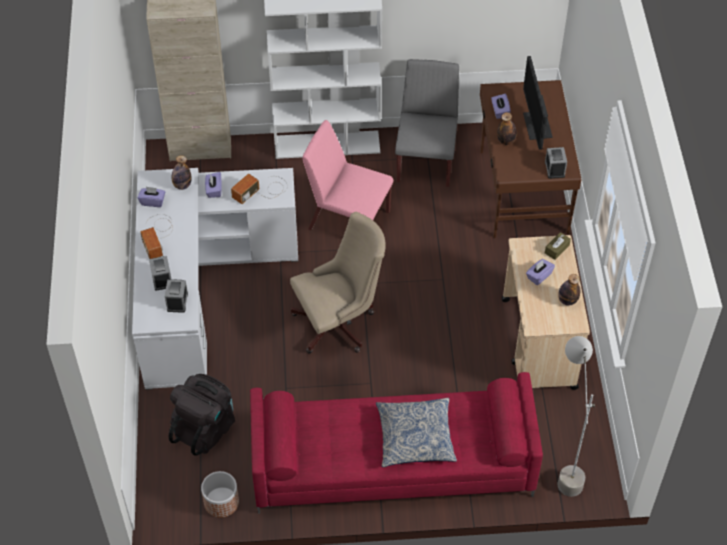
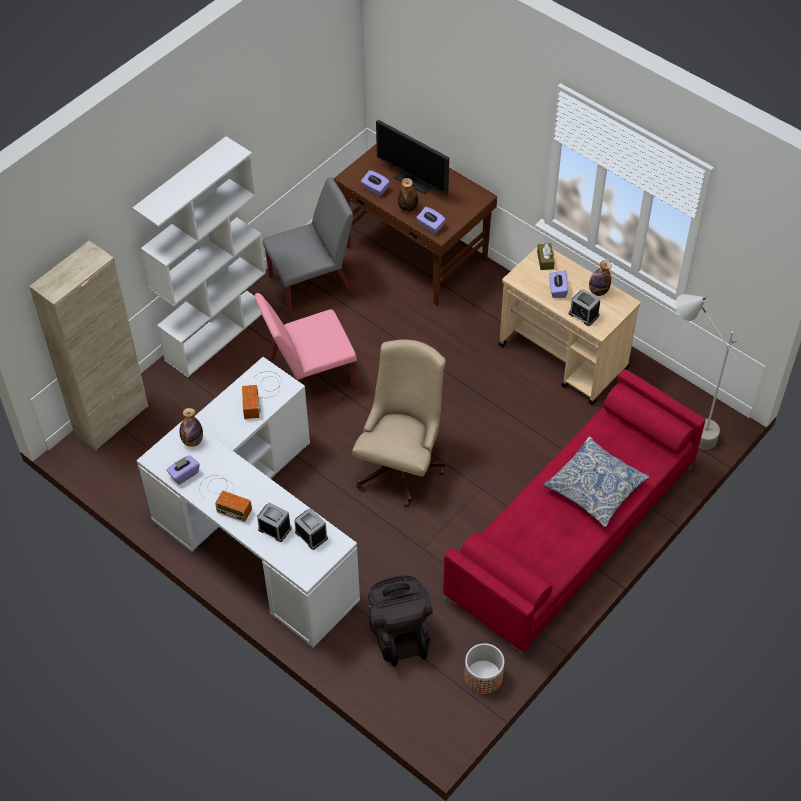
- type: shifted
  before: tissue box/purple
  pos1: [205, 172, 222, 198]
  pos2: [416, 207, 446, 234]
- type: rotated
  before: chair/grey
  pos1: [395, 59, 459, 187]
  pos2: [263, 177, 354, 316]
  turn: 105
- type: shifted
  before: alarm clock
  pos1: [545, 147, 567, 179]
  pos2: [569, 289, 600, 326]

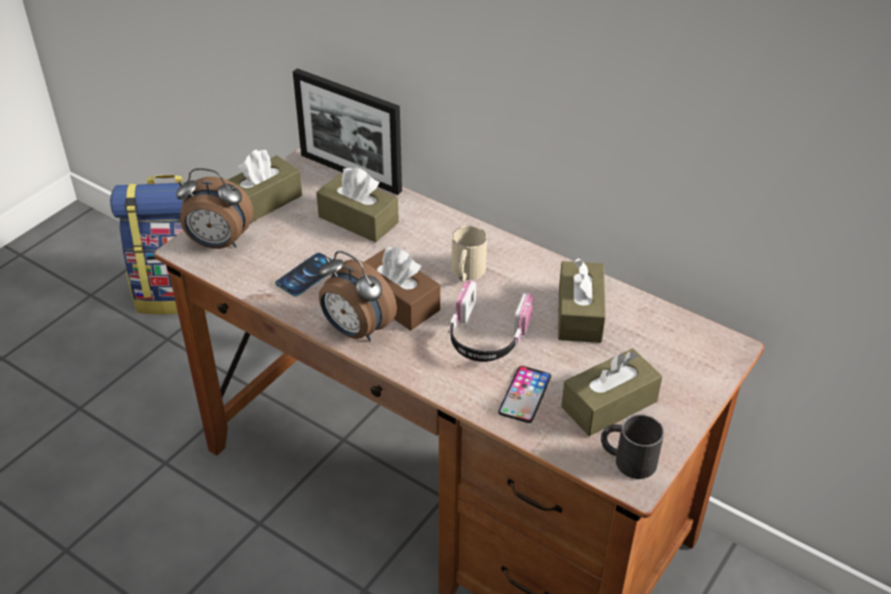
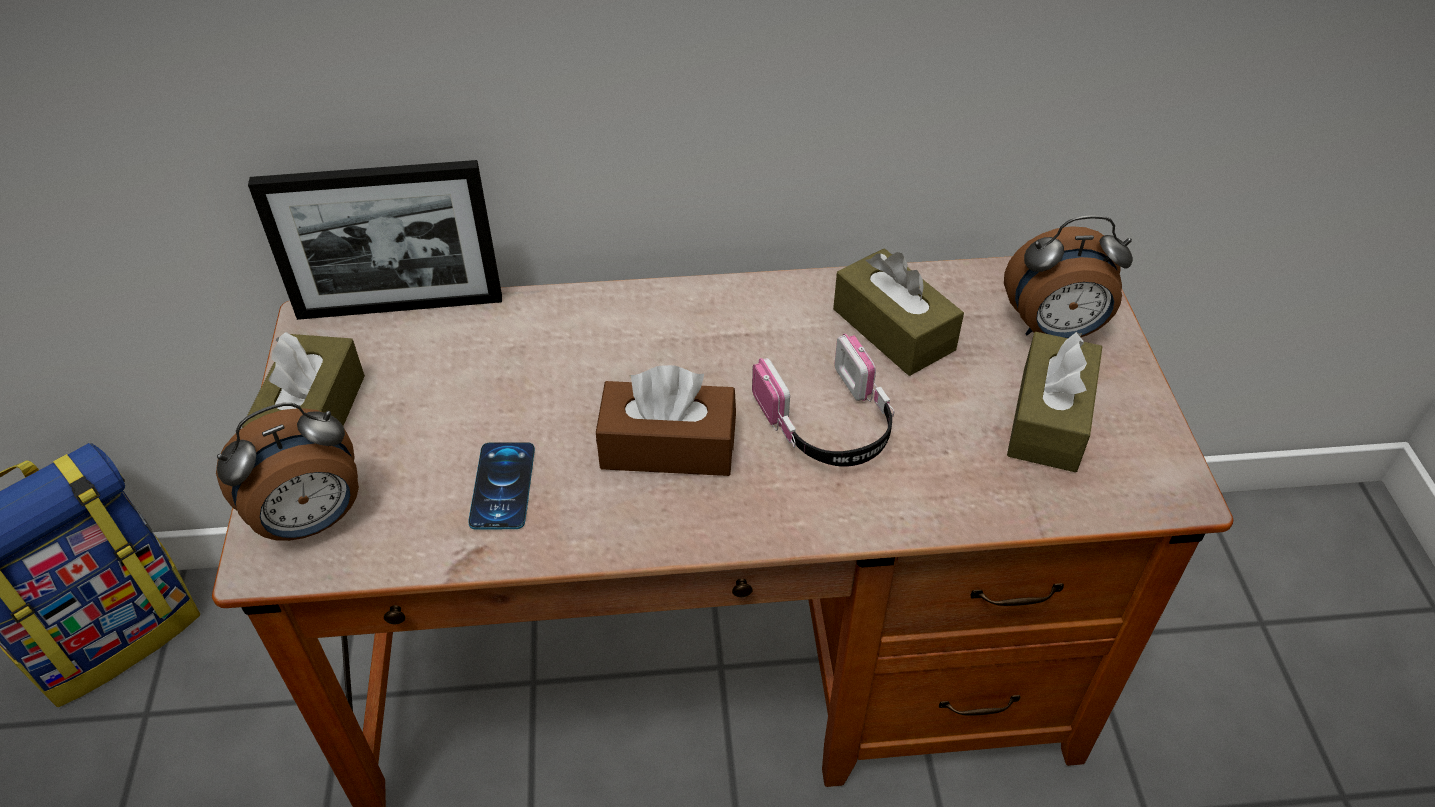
- type: gone
  before: tissue box/brown
  pos1: [316, 167, 399, 242]
- type: shifted
  before: alarm clock
  pos1: [319, 251, 397, 341]
  pos2: [1004, 215, 1133, 338]
- type: gone
  before: mug/beige
  pos1: [452, 226, 487, 281]
- type: gone
  before: phone
  pos1: [498, 366, 551, 423]
- type: gone
  before: mug/black
  pos1: [601, 414, 664, 479]

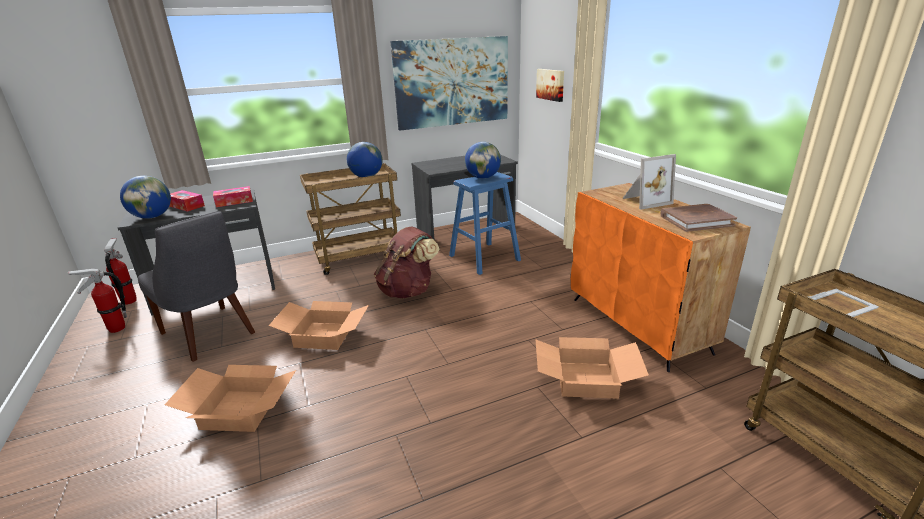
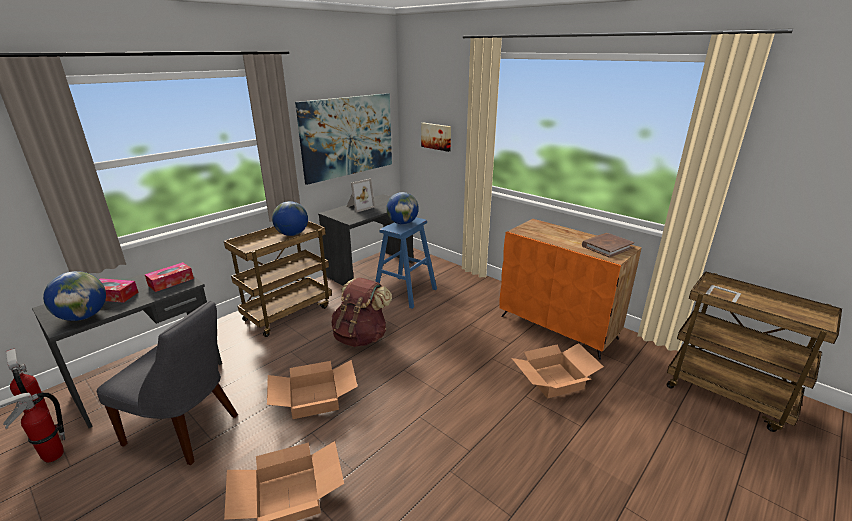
- type: shifted
  before: picture frame
  pos1: [623, 154, 676, 210]
  pos2: [346, 179, 375, 213]

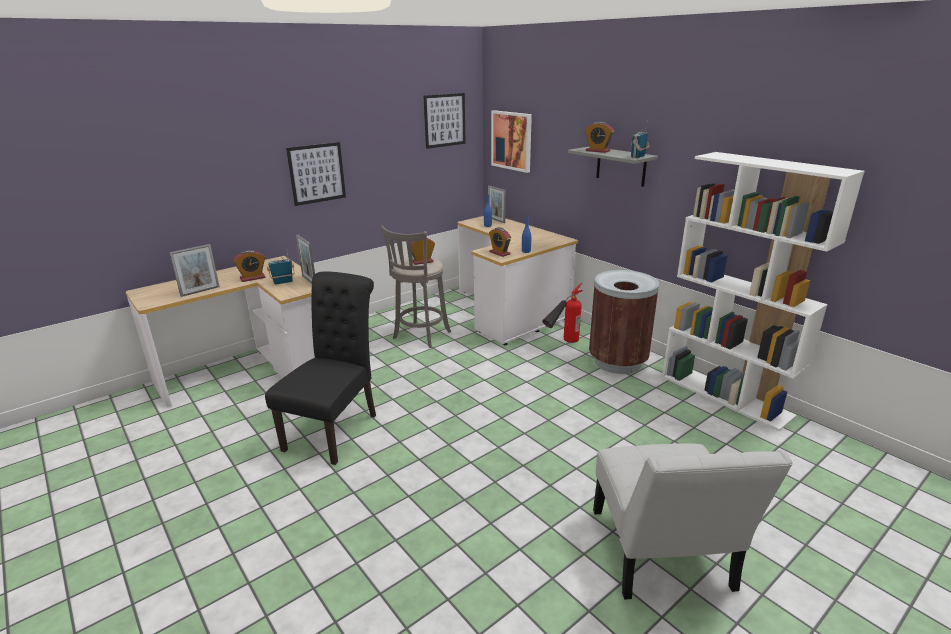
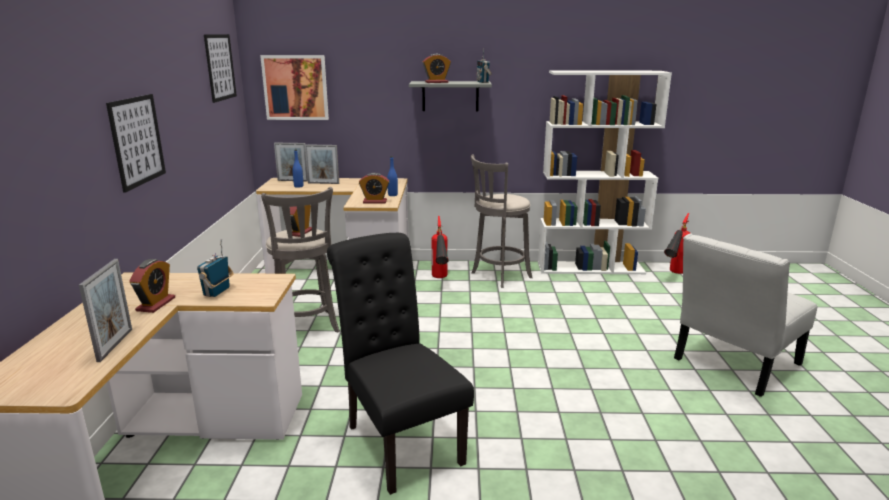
- type: shifted
  before: picture frame
  pos1: [296, 234, 315, 284]
  pos2: [305, 144, 339, 184]
- type: swapped
  before: trash can/brown
  after: stool/grey
  pos1: [589, 270, 659, 374]
  pos2: [471, 154, 533, 288]
- type: rotated
  before: chair/white
  pos1: [593, 443, 793, 600]
  pos2: [674, 233, 818, 397]
  turn: 105
- type: new
  after: fire extinguisher
  pos2: [664, 213, 690, 274]

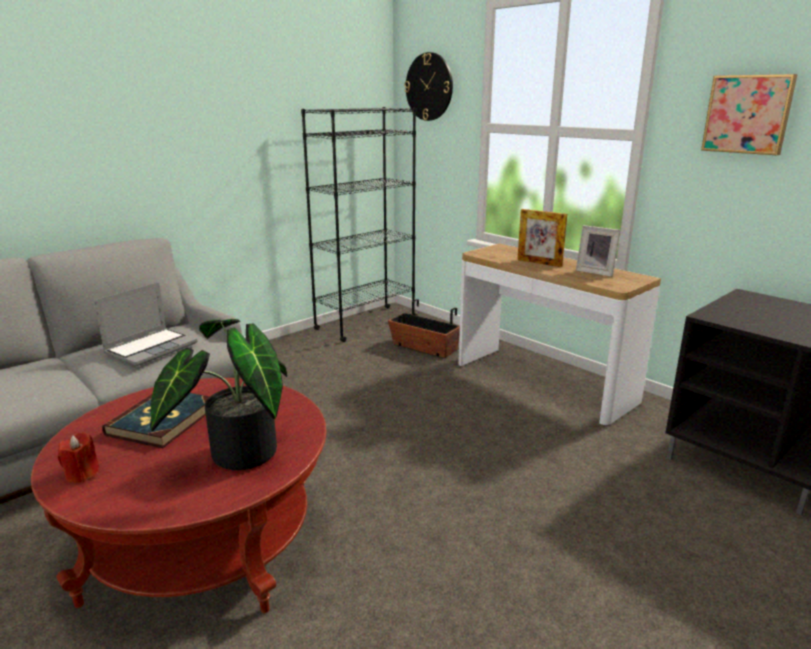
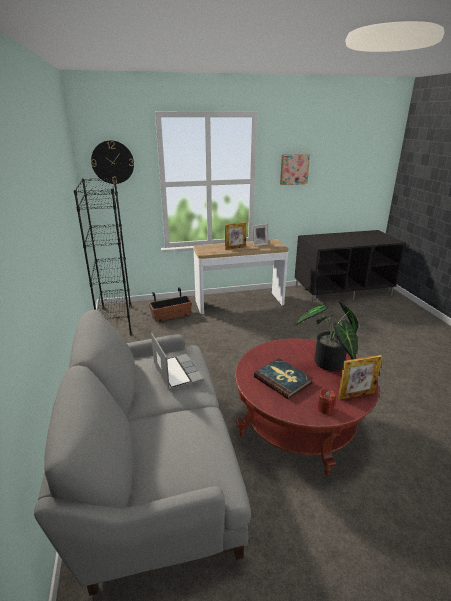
- type: new
  after: picture frame
  pos2: [338, 355, 383, 400]

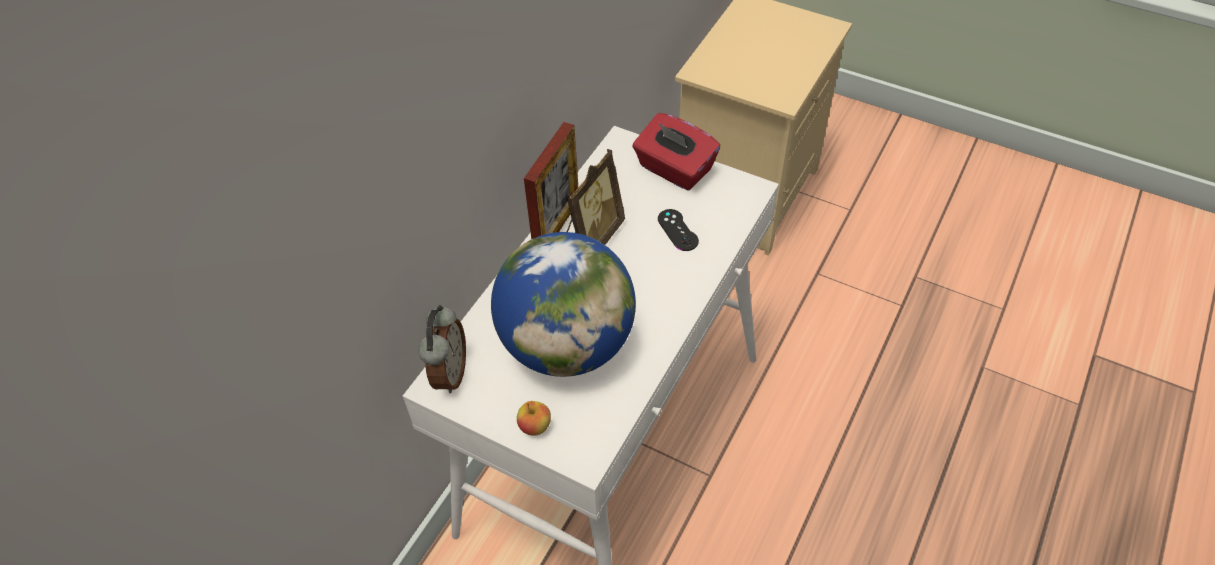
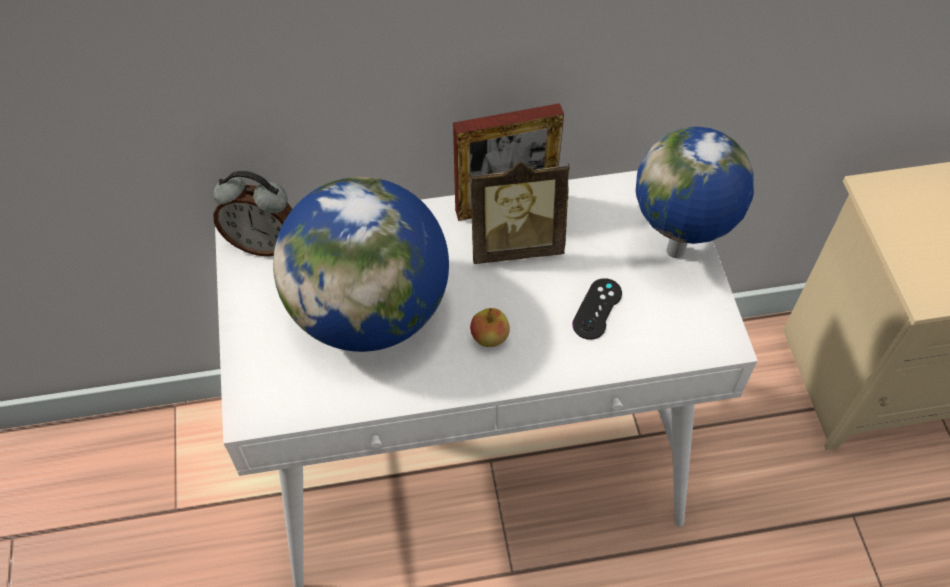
- type: rotated
  before: alarm clock
  pos1: [418, 305, 466, 393]
  pos2: [214, 171, 292, 257]
  turn: 45
- type: shifted
  before: apple
  pos1: [517, 401, 551, 436]
  pos2: [470, 308, 510, 347]
- type: swapped
  before: tissue box/red
  after: globe
  pos1: [632, 113, 720, 190]
  pos2: [636, 127, 754, 258]

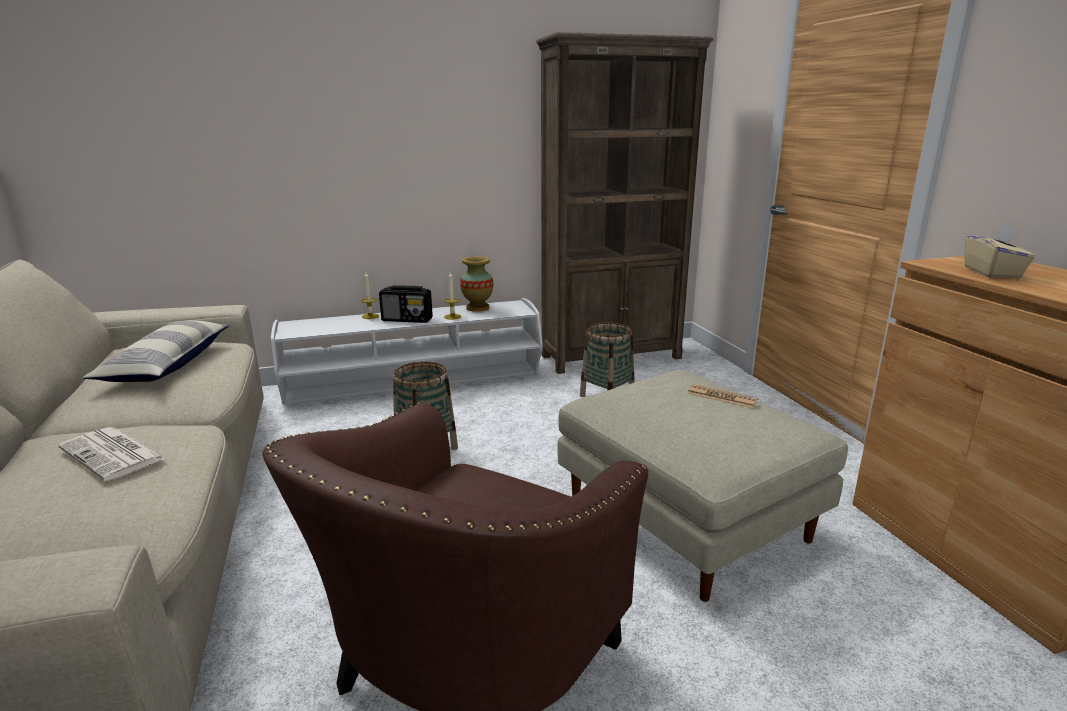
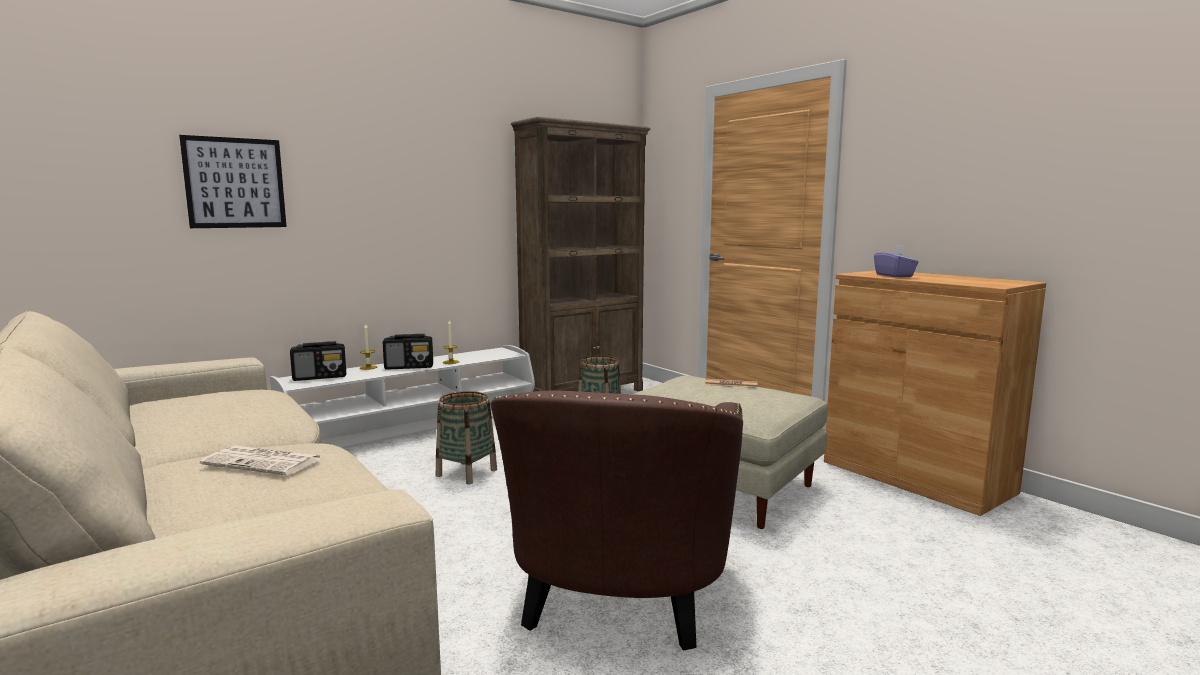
- type: gone
  before: pillow
  pos1: [83, 320, 229, 382]
- type: gone
  before: vase
  pos1: [460, 257, 493, 312]
- type: repainted
  before: tissue box/beige
  after: tissue box/purple
  pos1: [964, 225, 1035, 279]
  pos2: [874, 245, 919, 277]
- type: new
  after: picture
  pos2: [179, 135, 287, 228]
- type: new
  after: radio
  pos2: [290, 341, 346, 381]

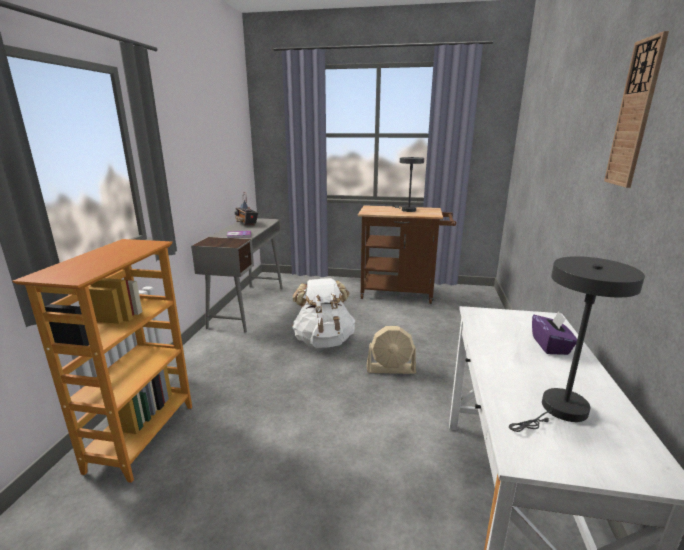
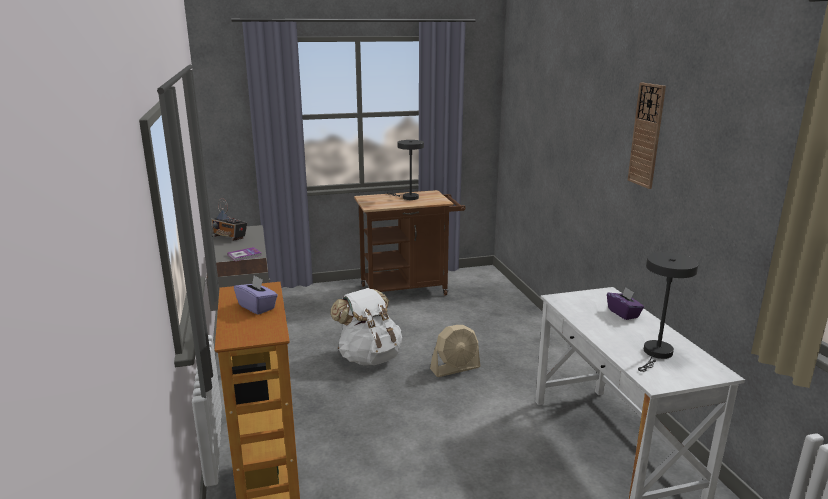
- type: new
  after: tissue box/purple
  pos2: [234, 275, 278, 315]

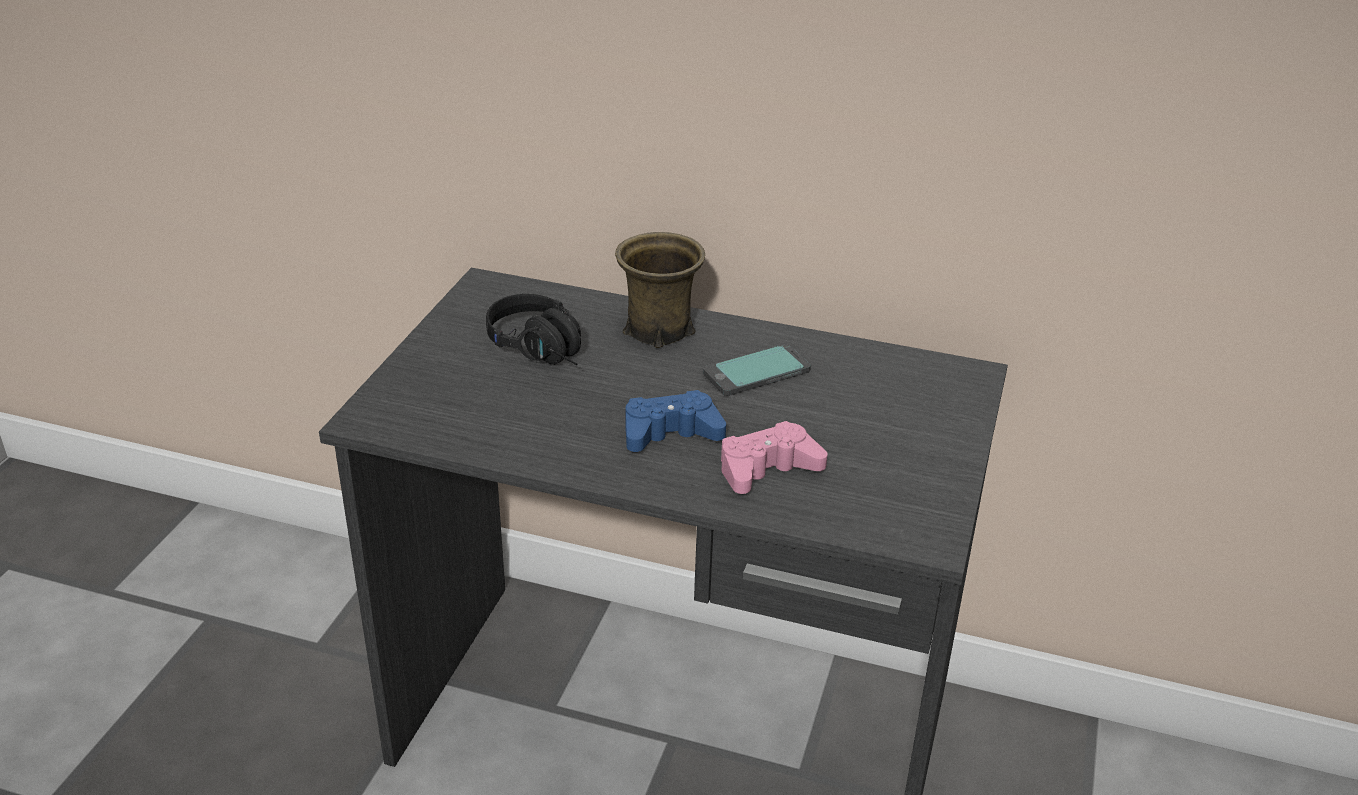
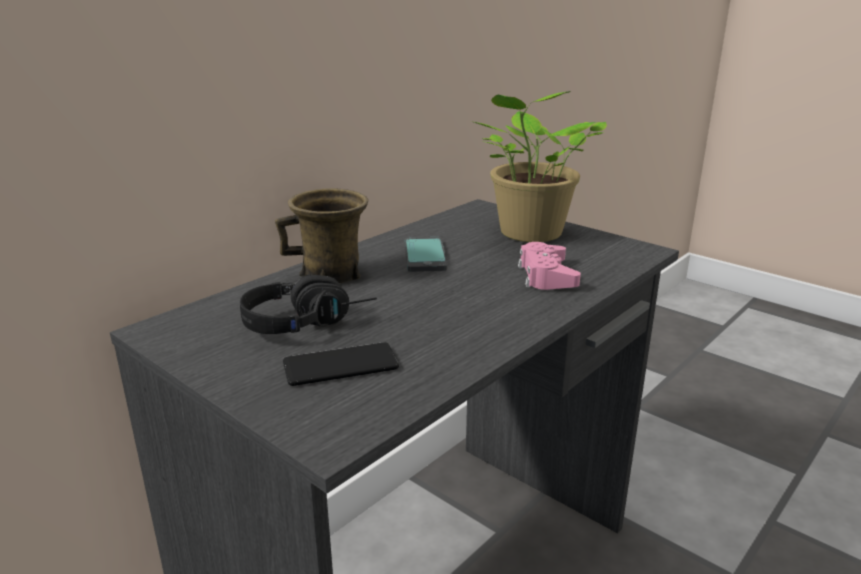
- type: gone
  before: game controller/blue
  pos1: [626, 390, 726, 452]
- type: new
  after: phone
  pos2: [283, 342, 399, 386]
- type: new
  after: potted plant
  pos2: [471, 91, 607, 242]

